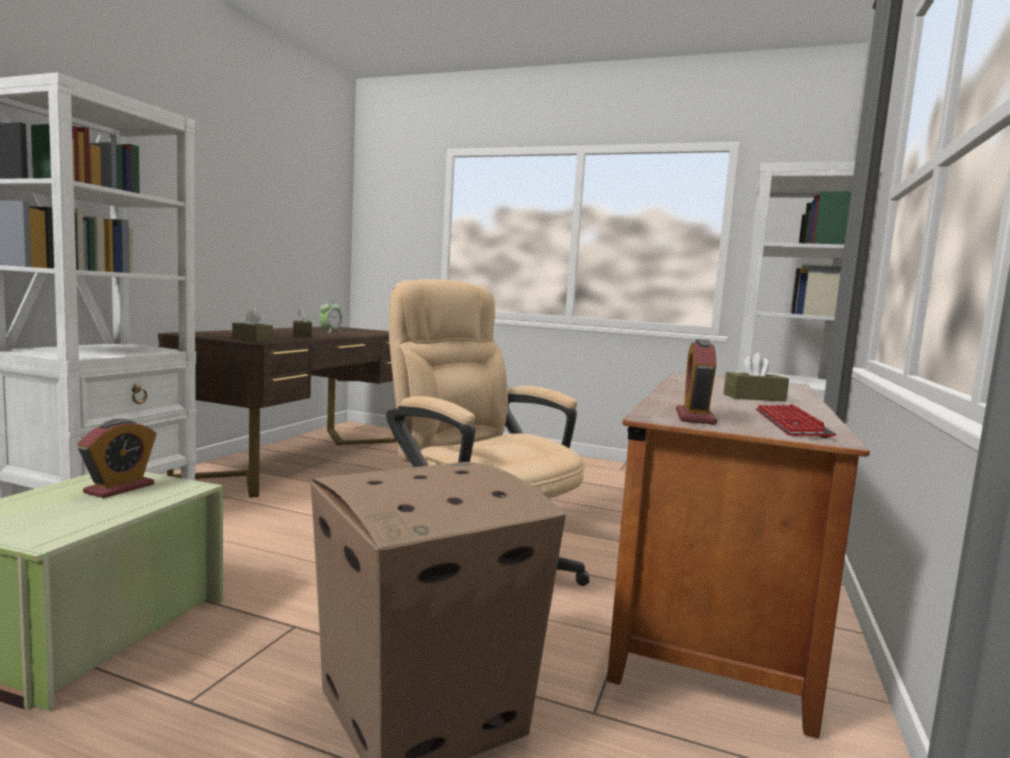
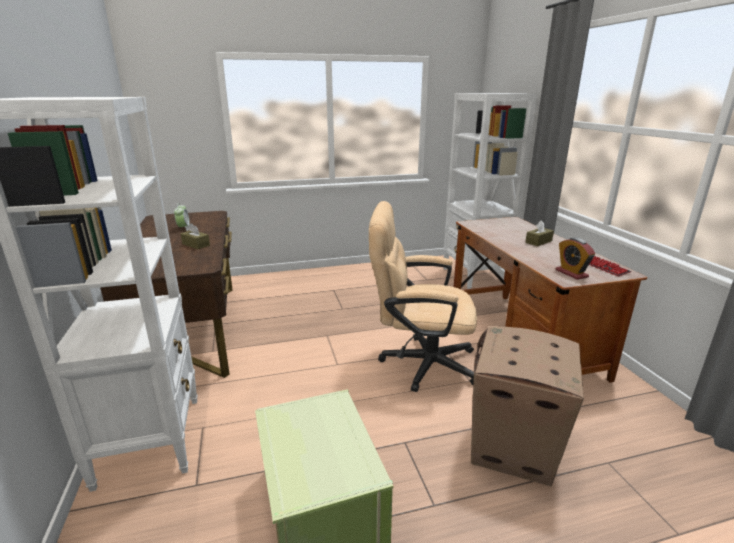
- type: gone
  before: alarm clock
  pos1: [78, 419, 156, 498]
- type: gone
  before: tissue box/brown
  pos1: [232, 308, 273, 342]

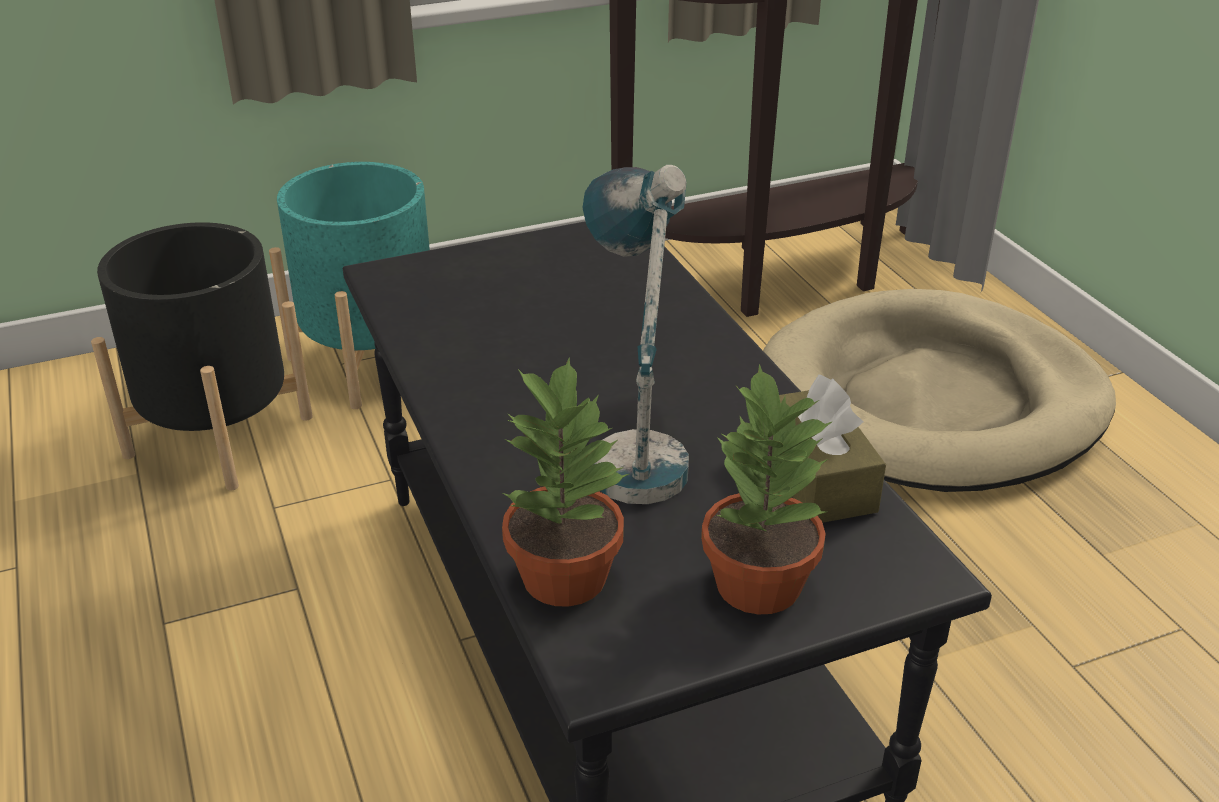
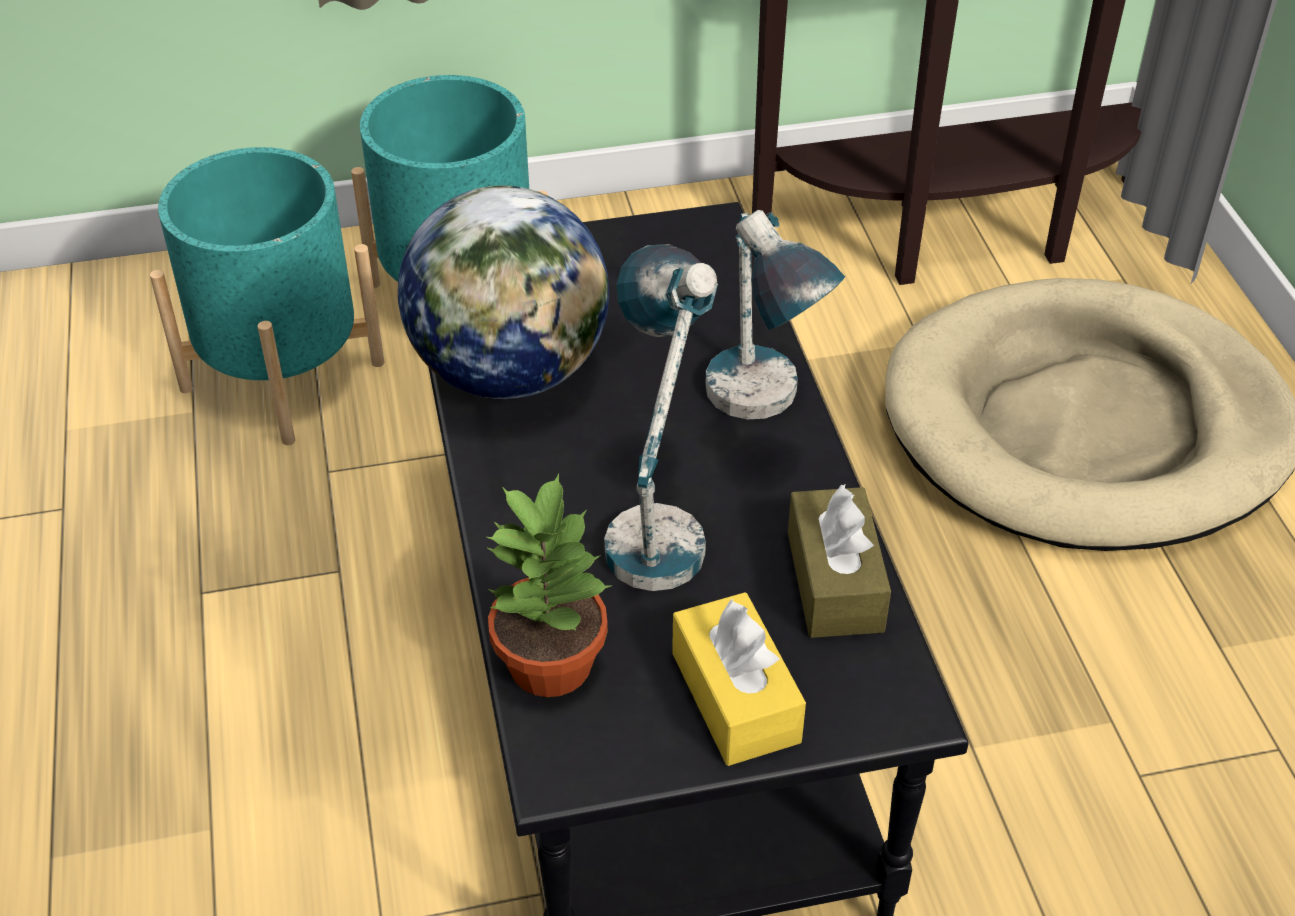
- type: repainted
  before: planter/black
  after: planter/turquoise
  pos1: [91, 222, 313, 491]
  pos2: [150, 147, 384, 445]
- type: swapped
  before: potted plant
  after: tissue box/yellow
  pos1: [701, 364, 833, 615]
  pos2: [672, 592, 806, 766]
- type: new
  after: globe
  pos2: [398, 185, 609, 399]
- type: new
  after: table lamp
  pos2: [705, 210, 845, 419]

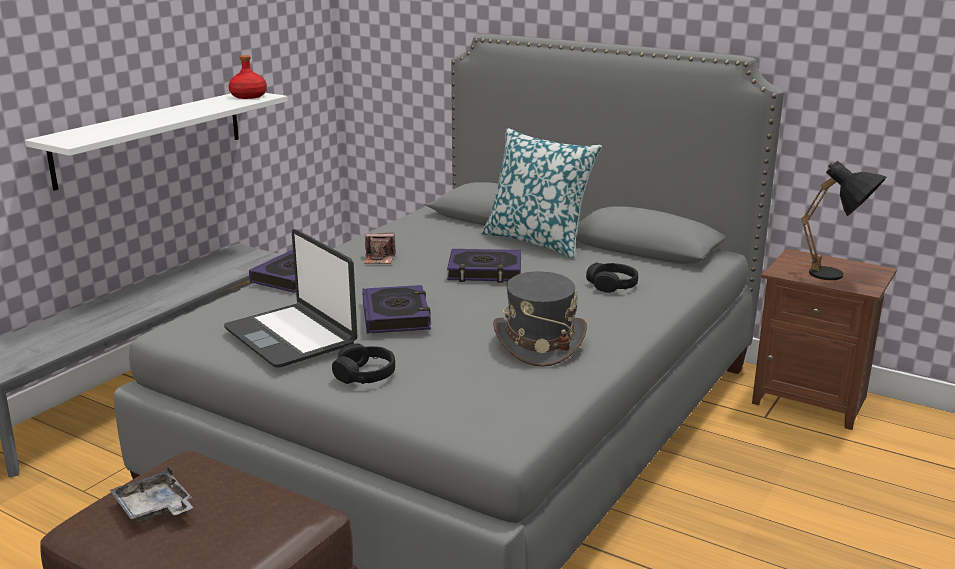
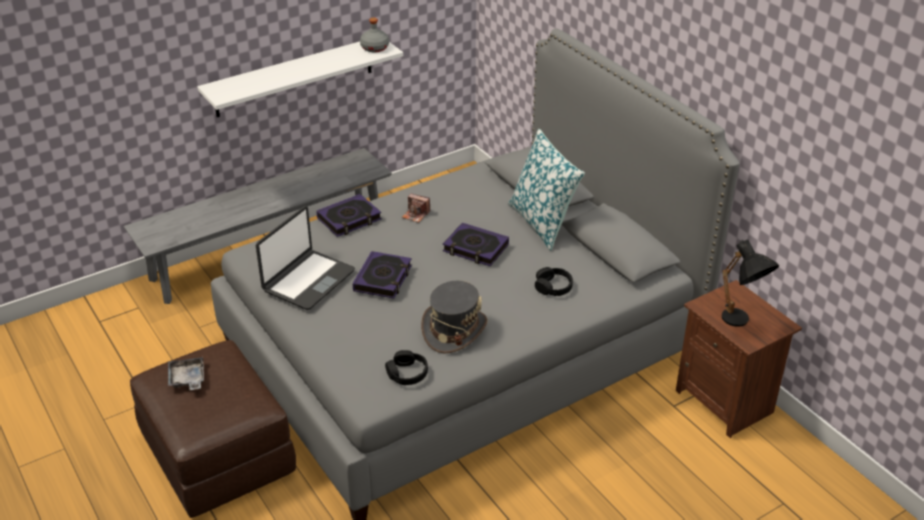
- type: rotated
  before: laptop
  pos1: [224, 229, 357, 368]
  pos2: [256, 206, 355, 310]
  turn: -135
- type: repainted
  before: bottle/red
  after: bottle/grey
  pos1: [228, 55, 267, 99]
  pos2: [360, 18, 389, 52]
- type: shifted
  before: headphones/black
  pos1: [332, 343, 395, 384]
  pos2: [385, 350, 428, 385]

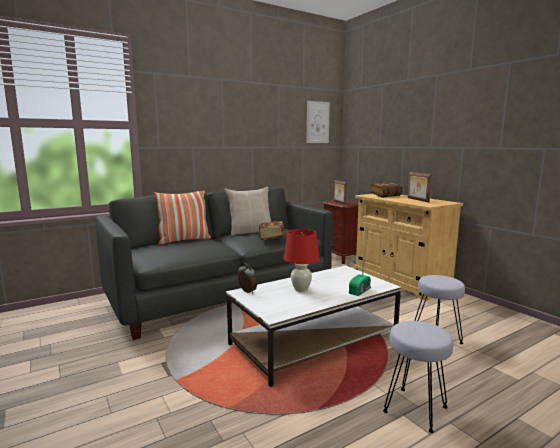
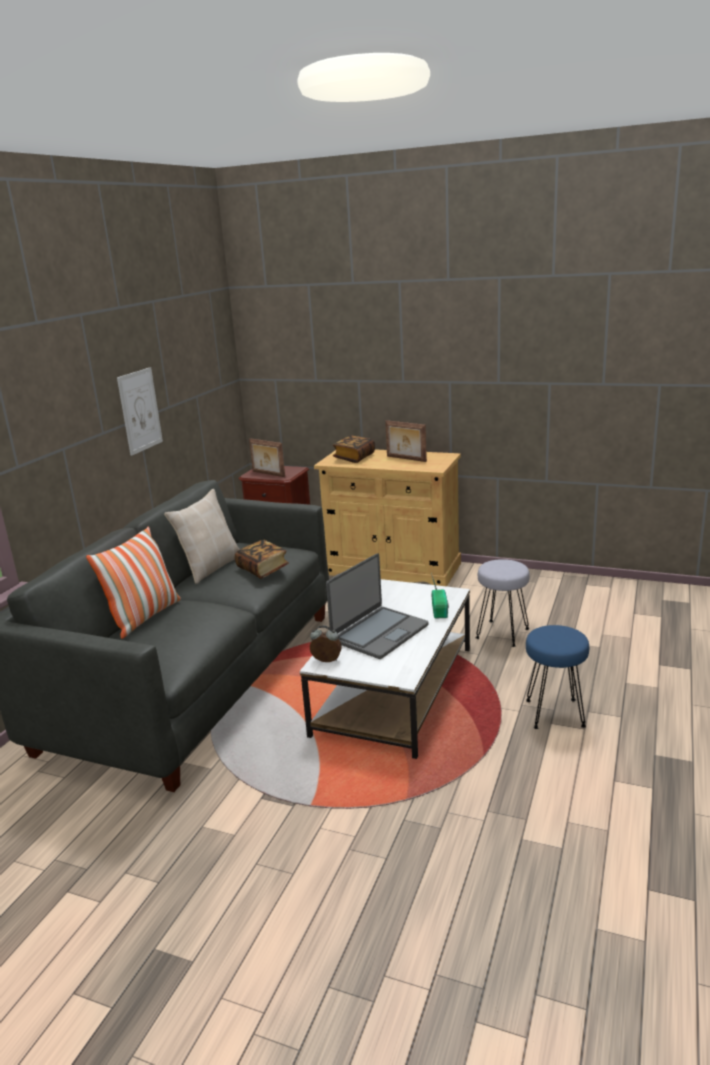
- type: swapped
  before: table lamp/red
  after: laptop
  pos1: [284, 229, 320, 292]
  pos2: [326, 553, 429, 659]
- type: shifted
  before: picture
  pos1: [306, 101, 330, 143]
  pos2: [117, 367, 163, 456]
- type: repainted
  before: stool/grey
  after: stool/blue
  pos1: [383, 321, 453, 433]
  pos2: [526, 625, 589, 729]

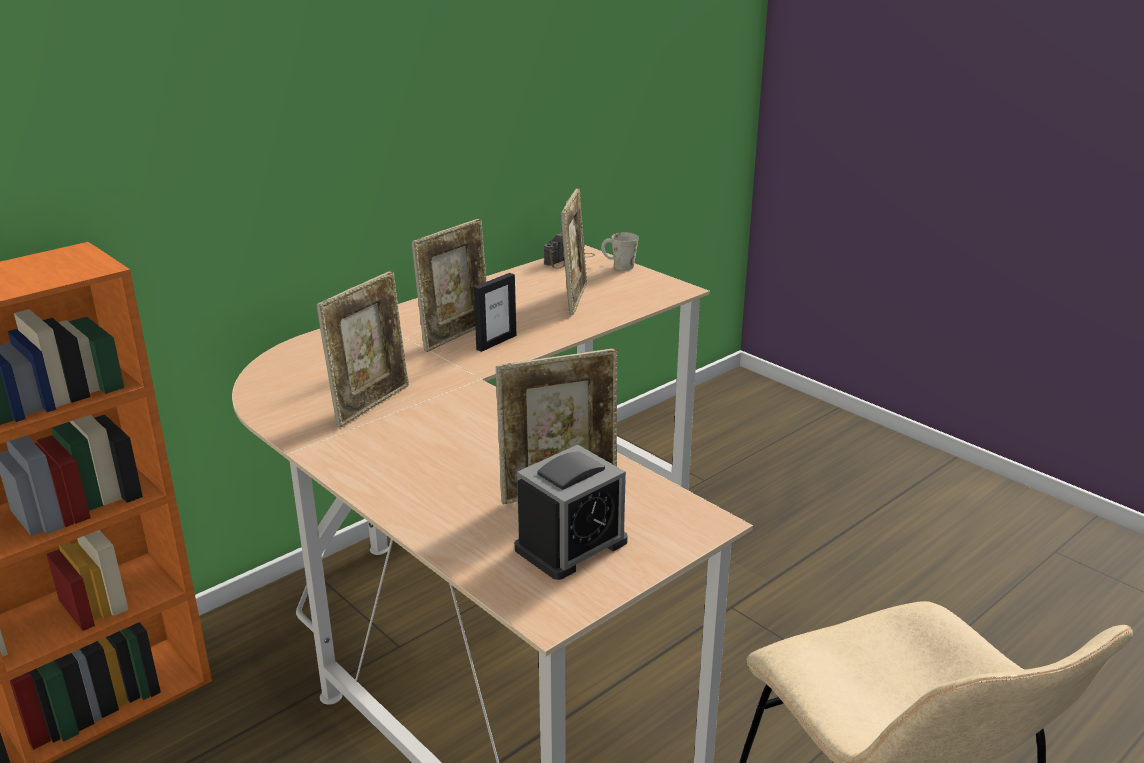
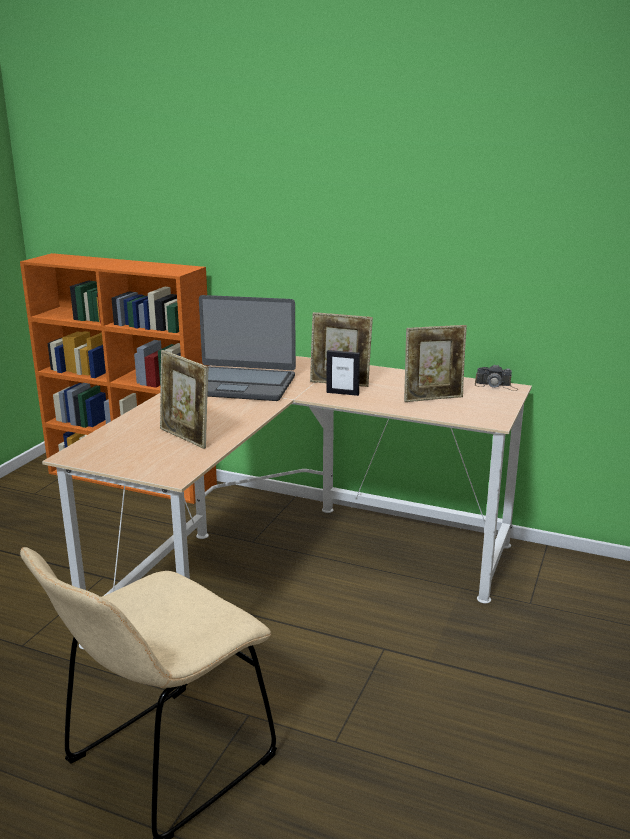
- type: swapped
  before: picture frame
  after: laptop
  pos1: [316, 271, 409, 427]
  pos2: [199, 295, 296, 401]
- type: gone
  before: alarm clock
  pos1: [515, 445, 628, 580]
- type: gone
  before: mug/white
  pos1: [601, 232, 638, 271]

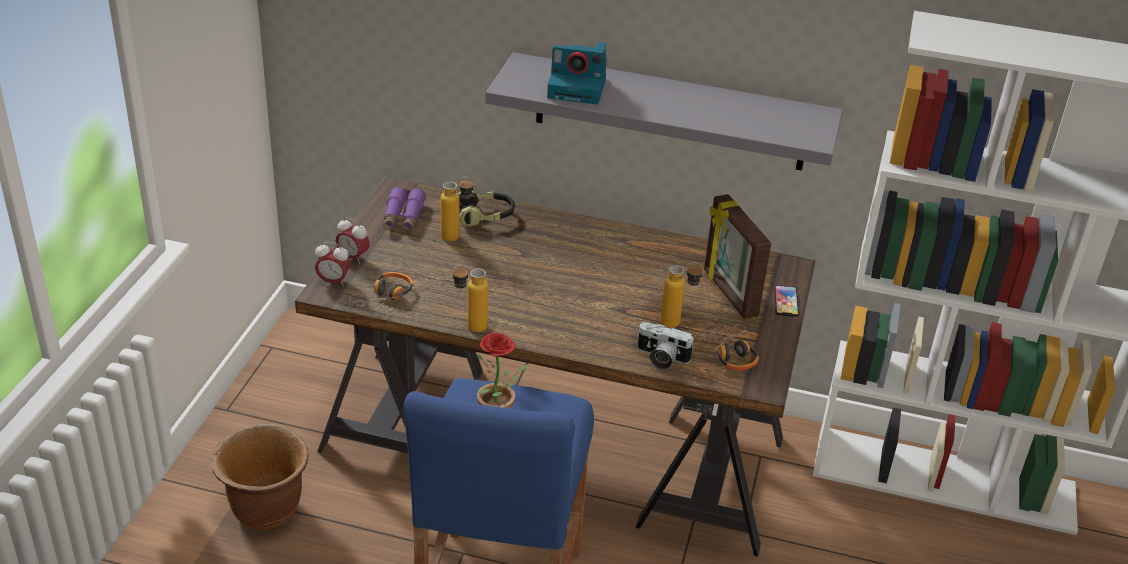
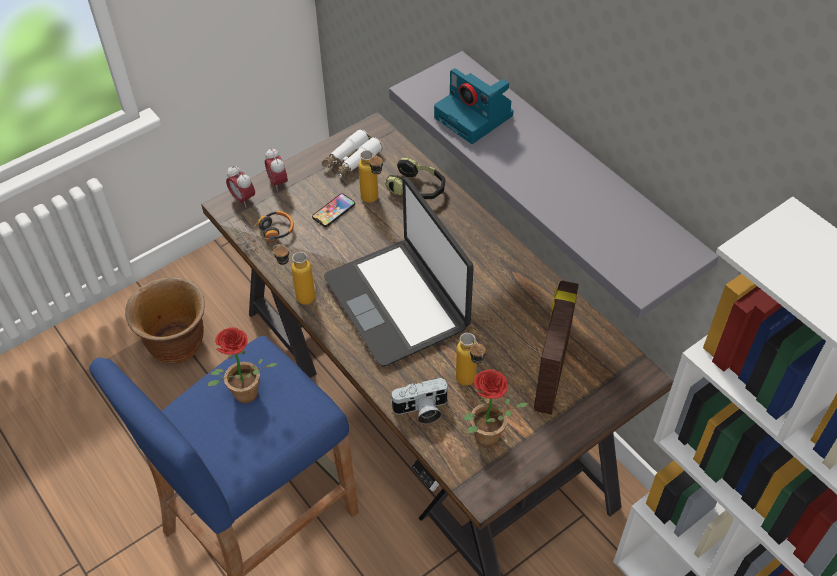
- type: repainted
  before: binoculars/purple
  after: binoculars/white
  pos1: [383, 187, 426, 231]
  pos2: [322, 129, 383, 177]
- type: rotated
  before: photo camera
  pos1: [637, 322, 694, 369]
  pos2: [390, 378, 449, 424]
  turn: -75
- type: swapped
  before: headphones
  after: potted plant
  pos1: [698, 324, 759, 370]
  pos2: [463, 369, 529, 446]
- type: shifted
  before: phone
  pos1: [774, 285, 799, 317]
  pos2: [312, 193, 355, 227]
- type: new
  after: laptop
  pos2: [324, 178, 473, 367]

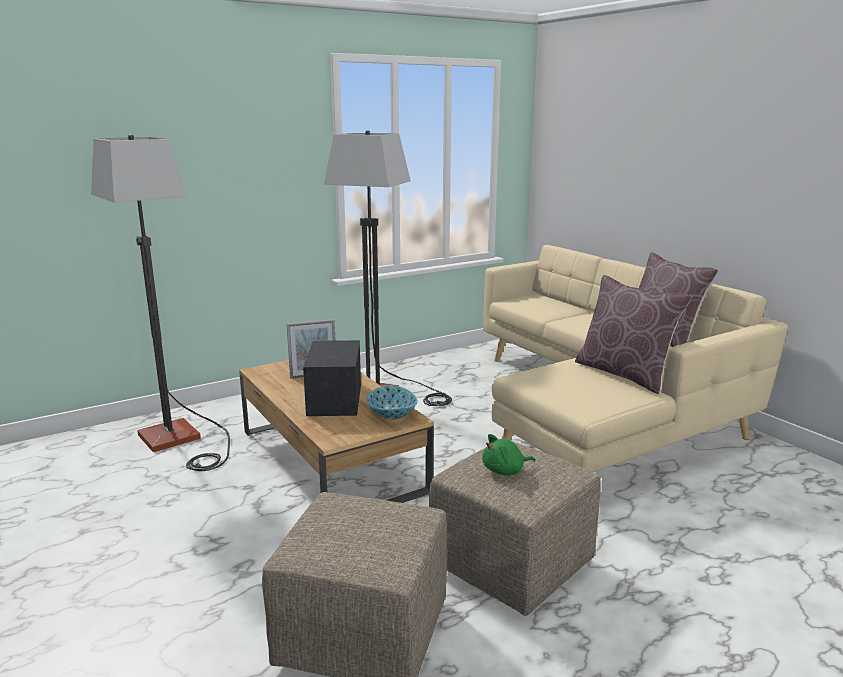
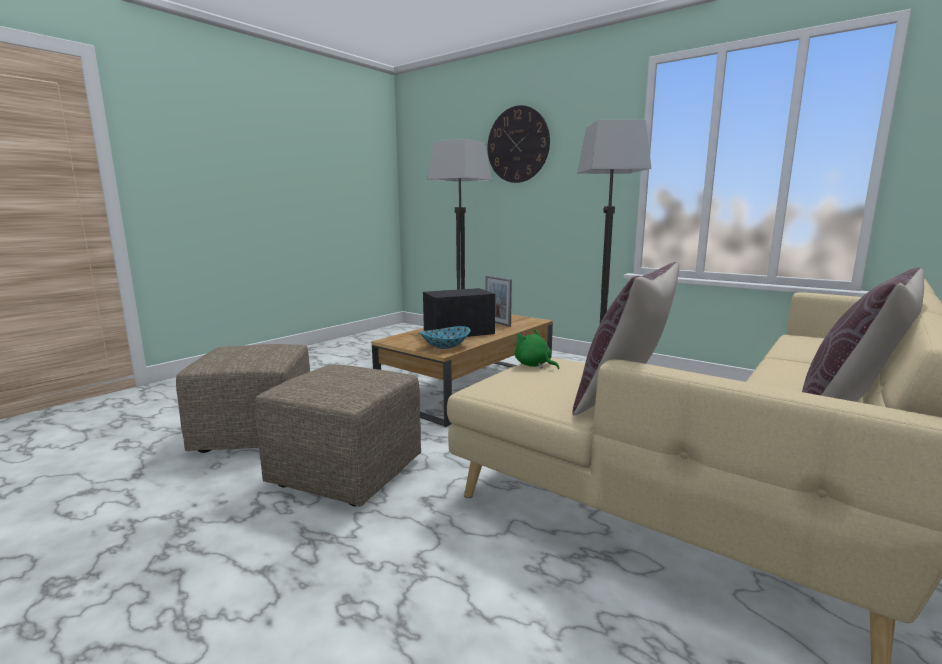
- type: shifted
  before: plush toy/green
  pos1: [482, 434, 535, 475]
  pos2: [515, 329, 559, 369]
- type: new
  after: wall clock
  pos2: [488, 105, 550, 183]

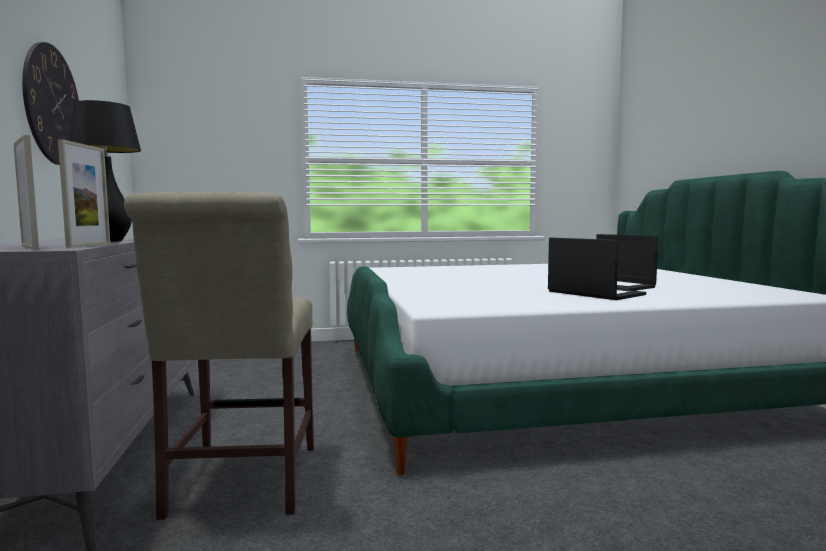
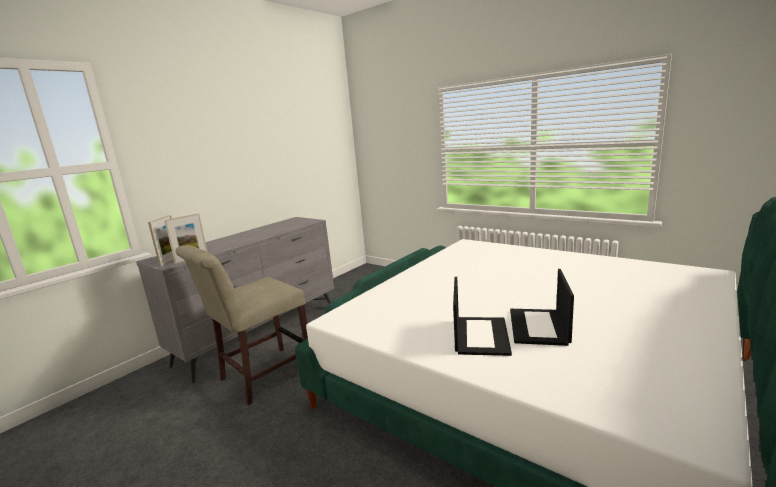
- type: gone
  before: wall clock
  pos1: [22, 42, 79, 165]
- type: gone
  before: table lamp/black
  pos1: [69, 100, 141, 242]

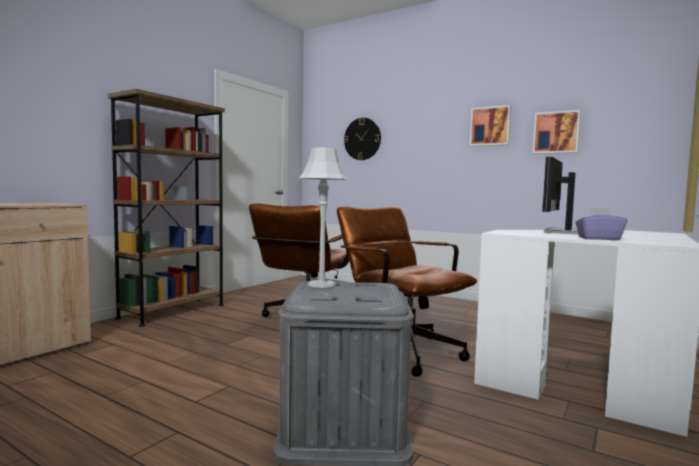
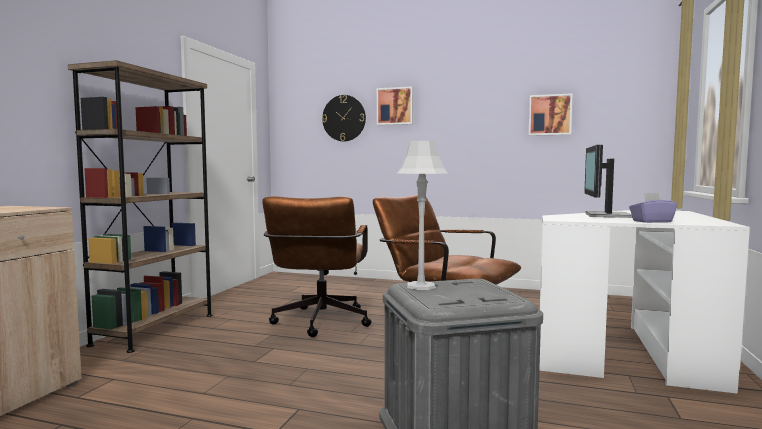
- type: shifted
  before: picture
  pos1: [470, 105, 511, 146]
  pos2: [377, 86, 413, 125]

